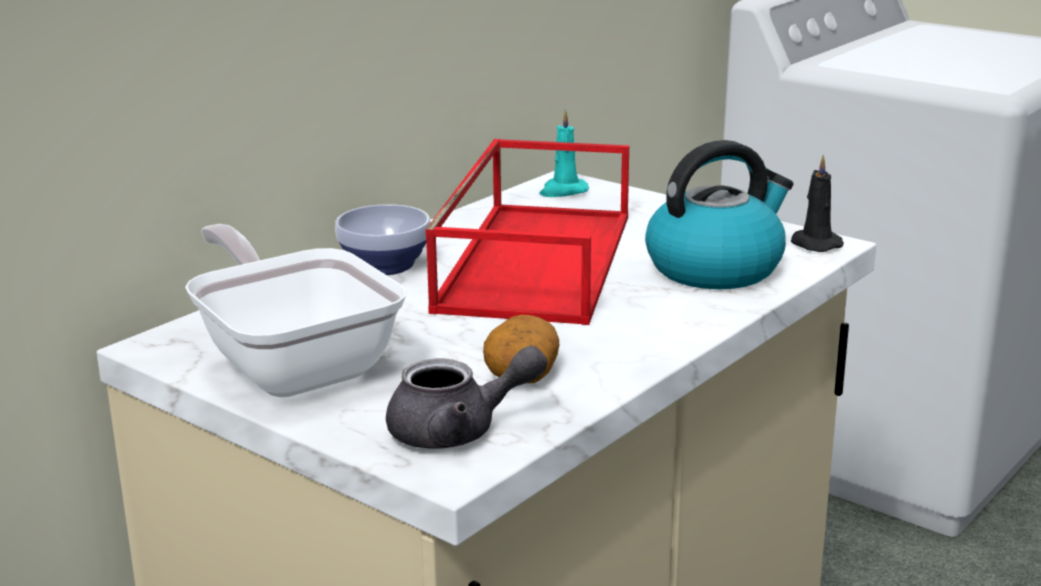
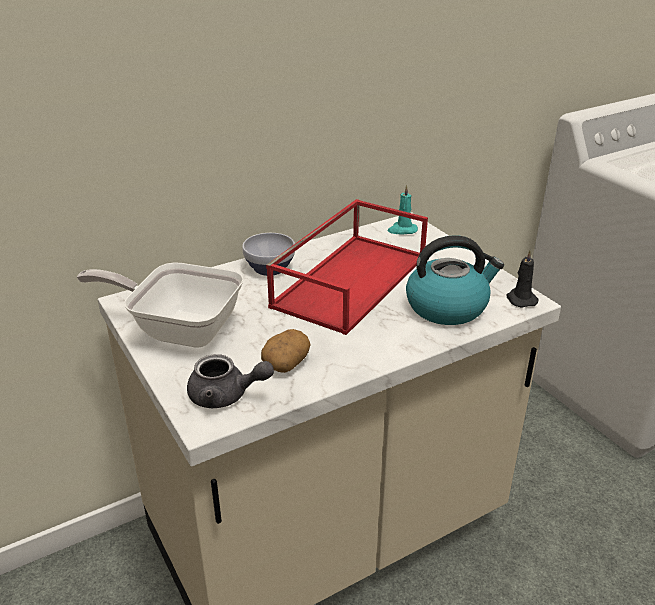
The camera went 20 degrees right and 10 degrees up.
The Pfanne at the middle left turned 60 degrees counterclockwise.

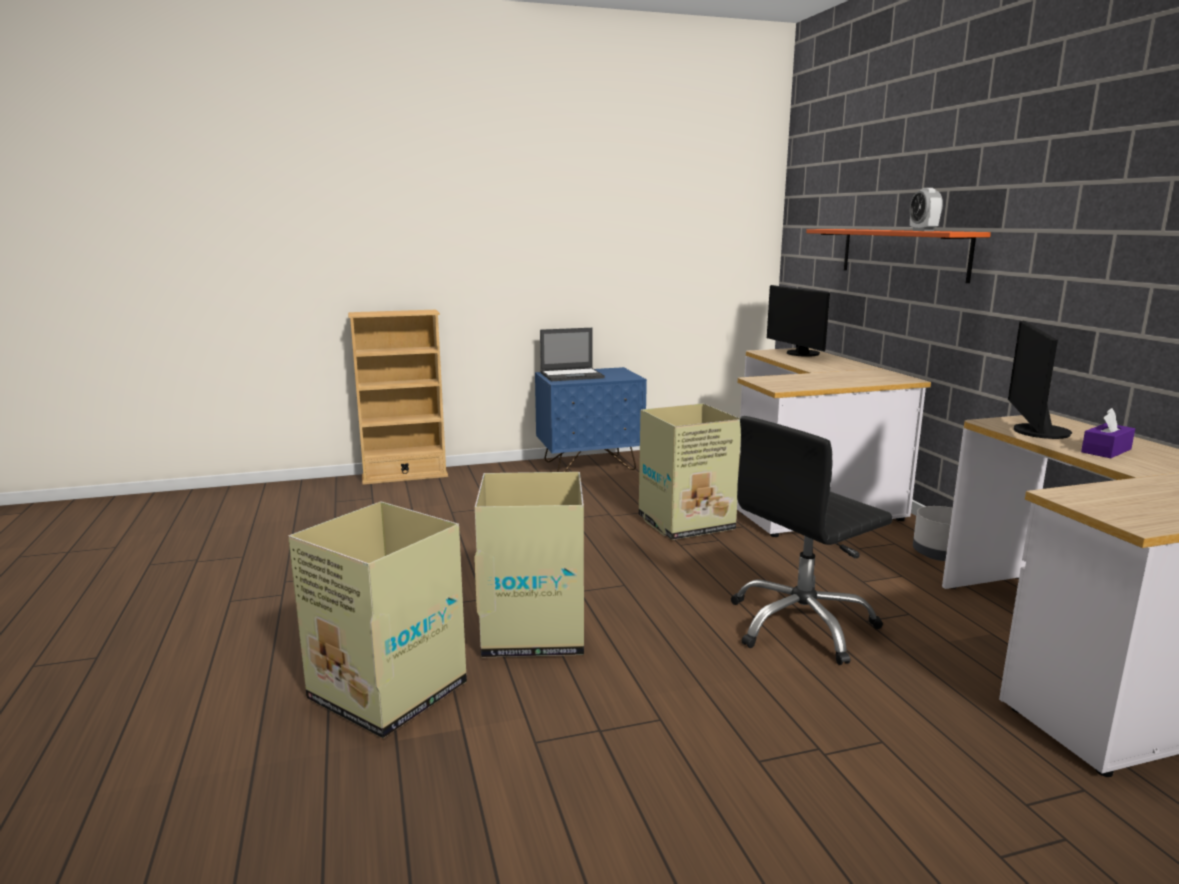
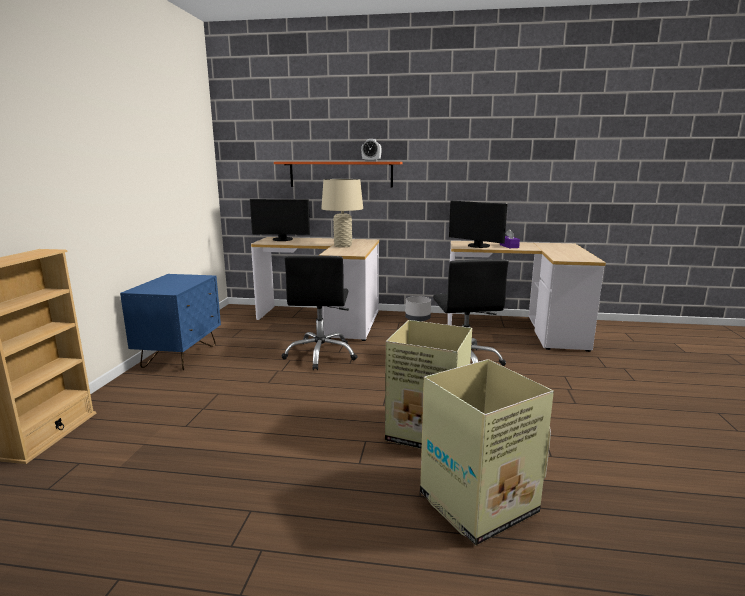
The camera went 65 degrees left and 0 degrees up.
The Laptop at the centre disappeared.
The Karton (3rd from left) at the centre was replaced by the Bürostuhl [schwarz] (1st from left) at the centre.
The Tischlampe [beige] at the centre appeared.

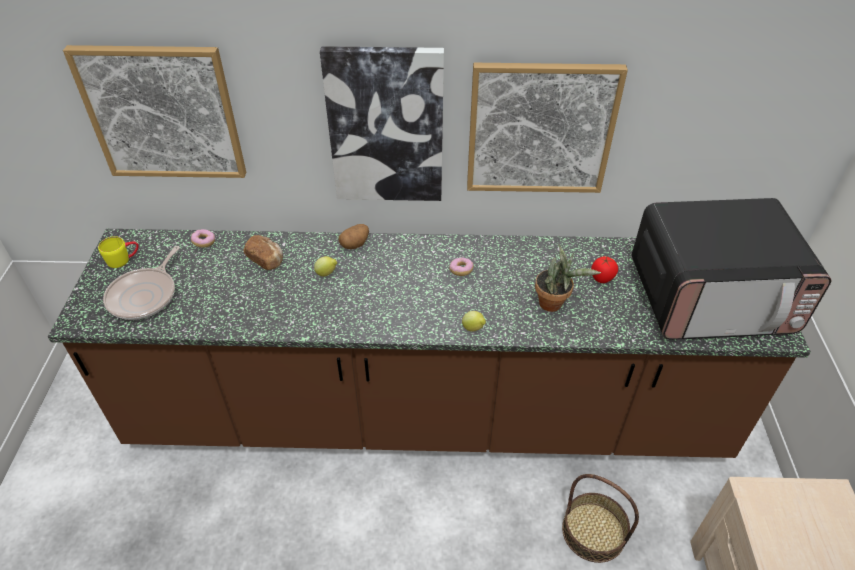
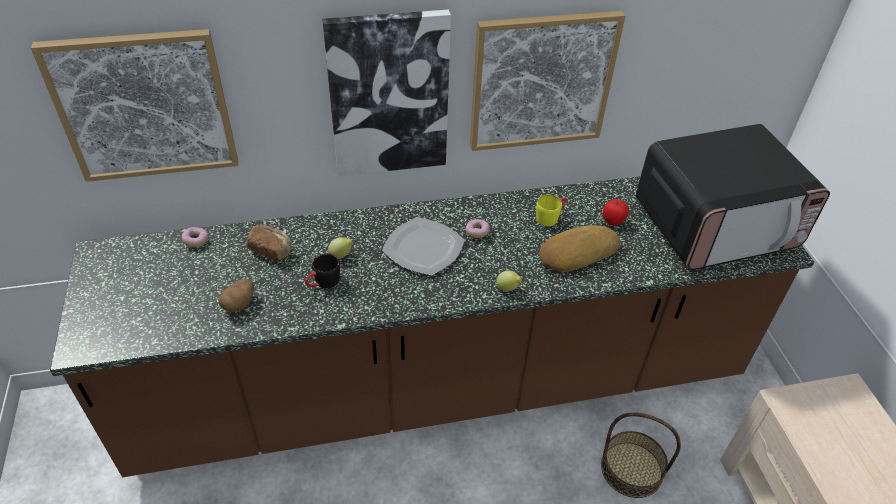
The camera went 15 degrees left and 0 degrees up.
The Kartoffel moved from the centre to the middle left.
The Henkelbecher [gelb] moved from the middle left to the centre.
The Topfpflanze at the centre was replaced by the Brot (2nd from left) at the centre.
The Pfanne at the middle left disappeared.
The Teller at the centre appeared.
The Henkelbecher [schwarz] at the centre appeared.

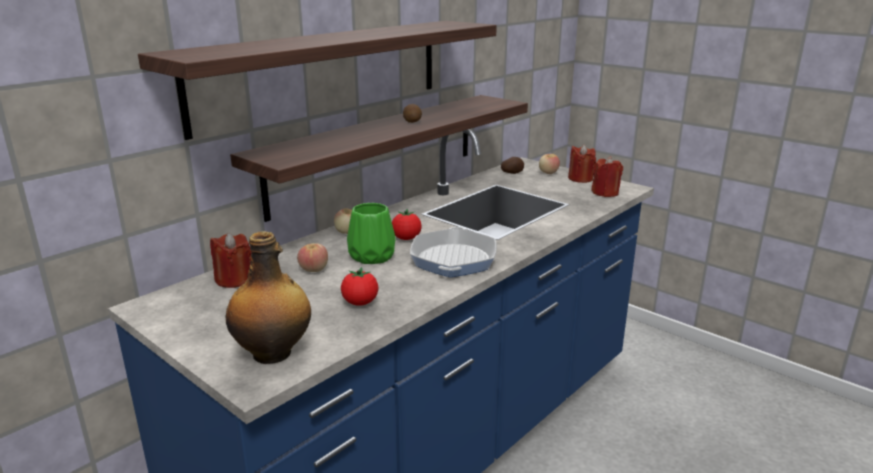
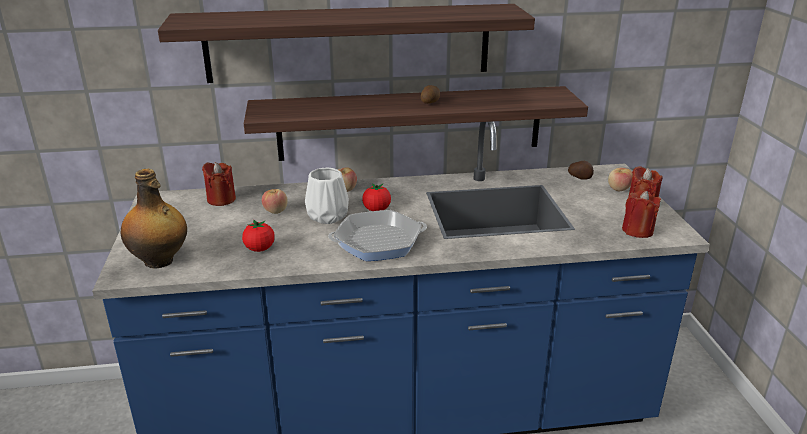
The camera went 40 degrees right and 5 degrees up.
The Vase [grün] at the centre became the Vase [weiß] at the centre.
The Pfanne at the centre turned 150 degrees counterclockwise.

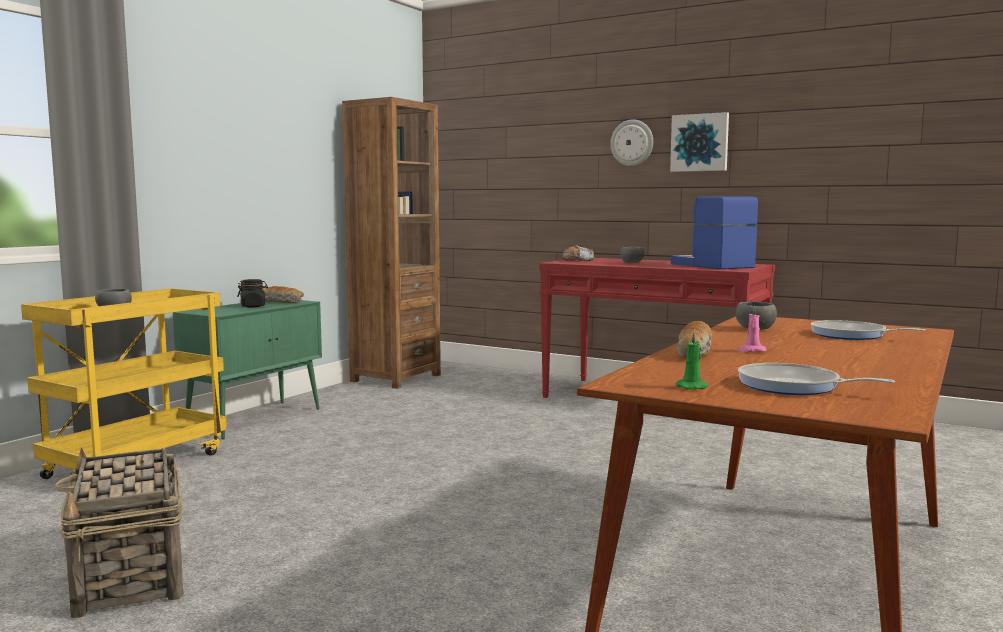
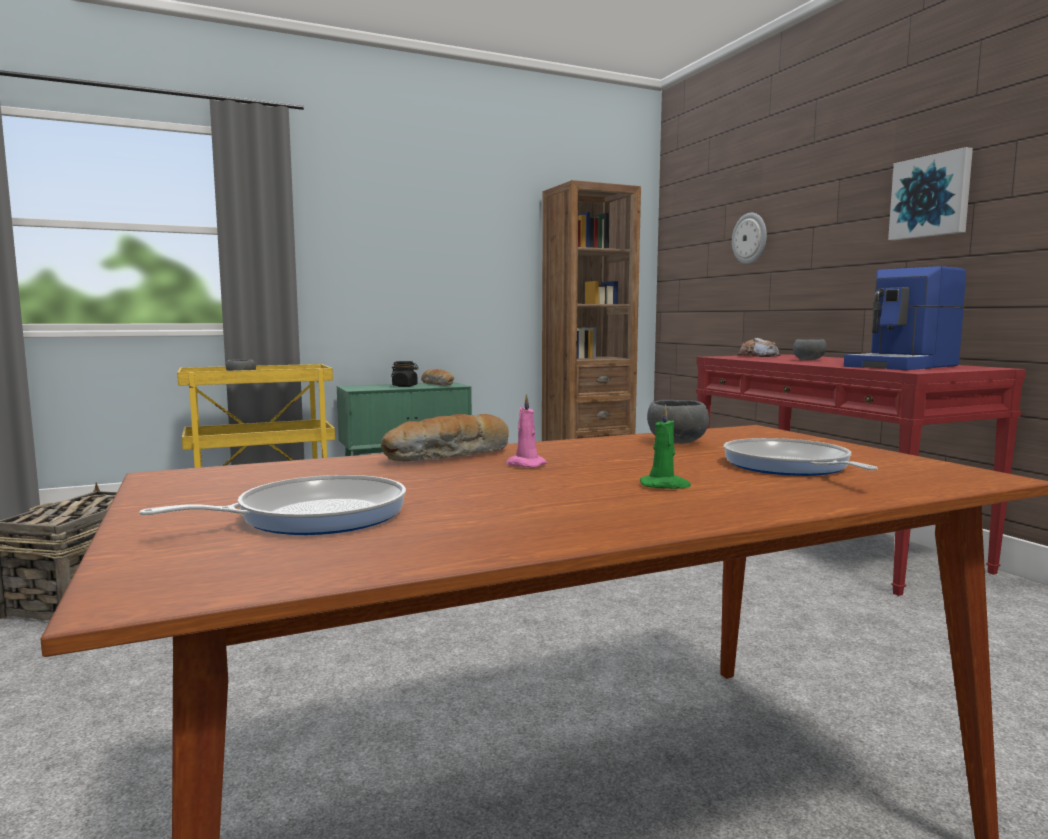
The camera went 35 degrees right and 0 degrees up.
The Wanduhr moved from the top centre to the top right.
The Kaffeemaschine at the middle right turned 135 degrees counterclockwise.
The Kerze [grün] moved from the middle right to the centre.
The Pfanne (1st from left) at the middle right turned 75 degrees clockwise.

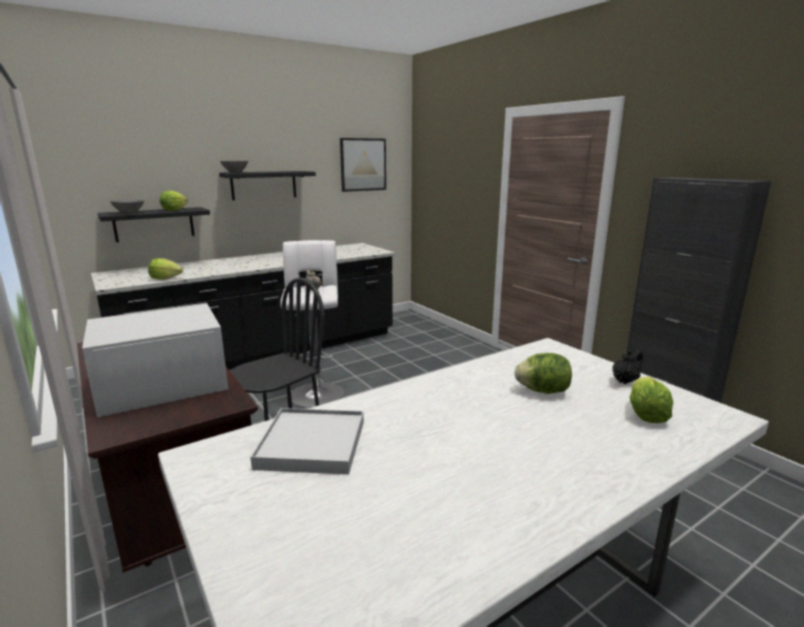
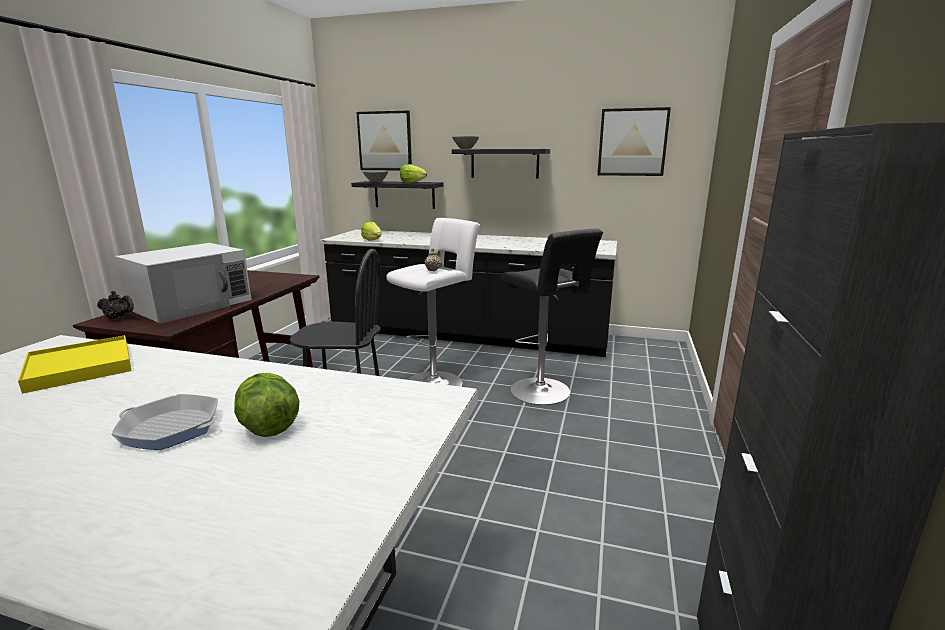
The camera went 50 degrees right and 0 degrees up.
The Mikrowelle [weiß] at the middle left turned 105 degrees clockwise.
The Teekanne [schwarz] moved from the middle right to the middle left.
The Salatkopf (4th from left) at the middle right disappeared.
The Tablett [weiß] at the bottom centre became the Tablett [gelb] at the middle left.
The Bild (1st from left) at the top centre appeared.
The Hocker [schwarz] at the centre appeared.
The Pfanne at the bottom left appeared.

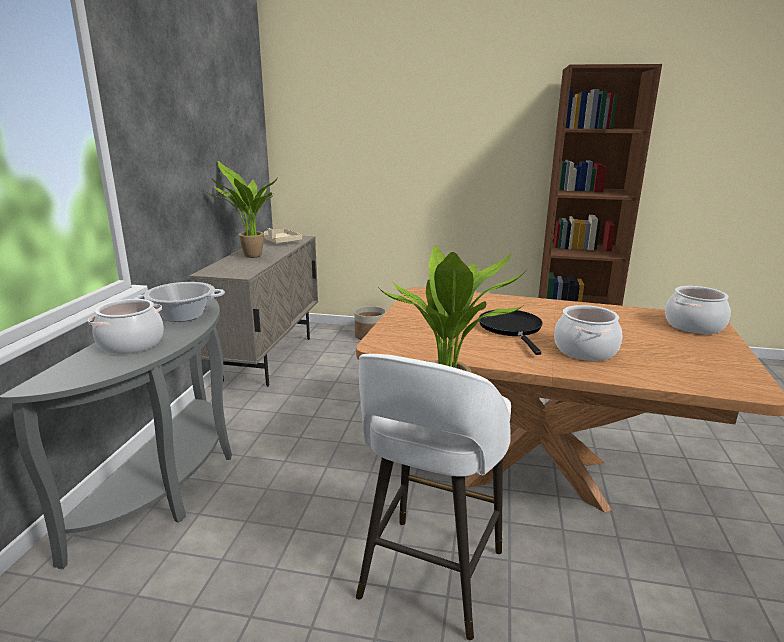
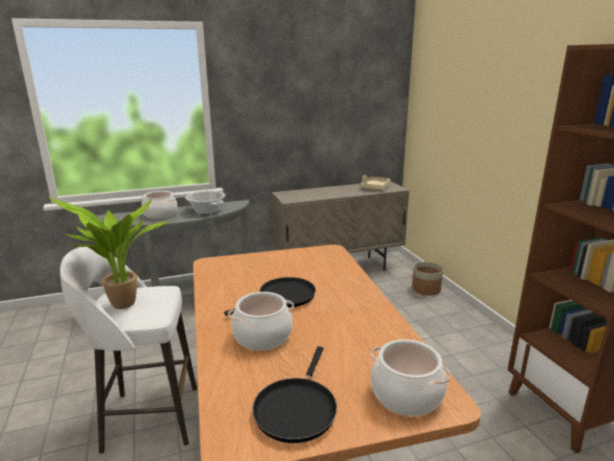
The camera went 60 degrees right and 0 degrees up.
The Topfpflanze (1st from left) at the top left disappeared.
The Pfanne [schwarz] (2nd from left) at the bottom centre appeared.

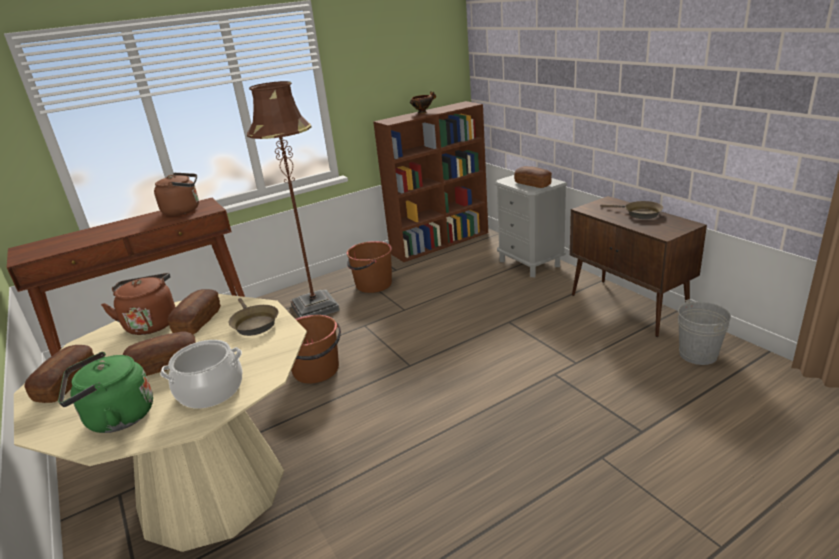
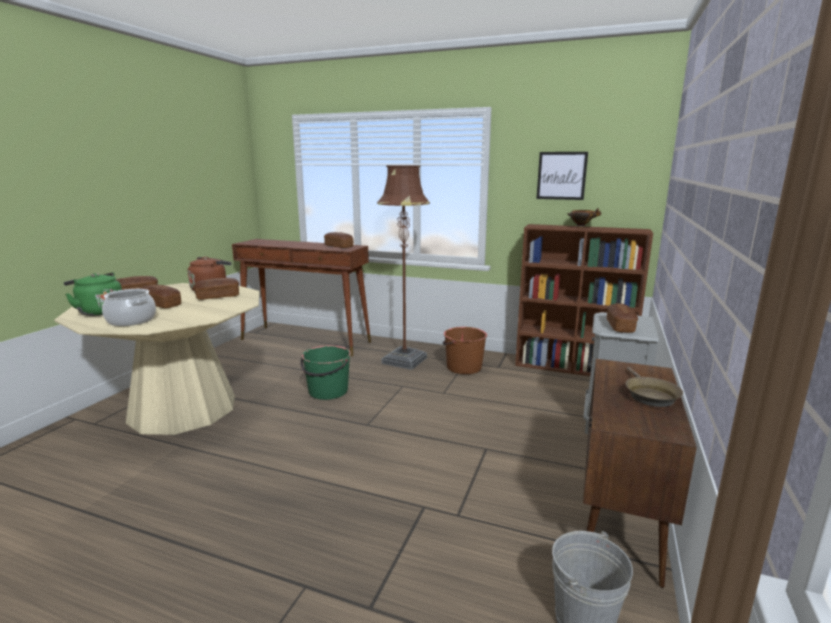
The camera went 50 degrees right and 10 degrees down.
The Wasserkessel [braun] (2nd from left) at the middle left was replaced by the Brot (4th from left) at the centre.
The Pfanne [braun] (1st from left) at the middle left disappeared.
The Eimer [braun] (1st from left) at the centre became the Eimer [grün] at the centre.
The Bild at the top right appeared.

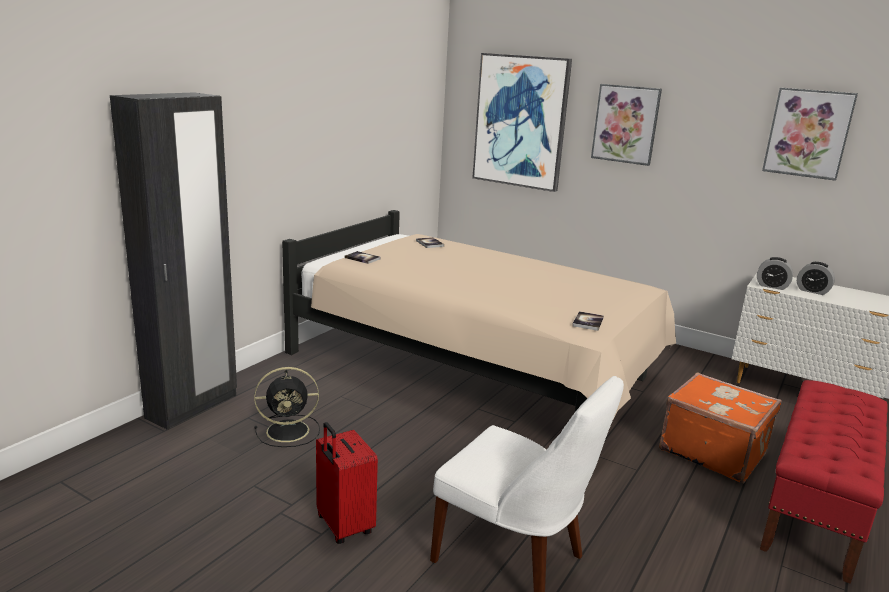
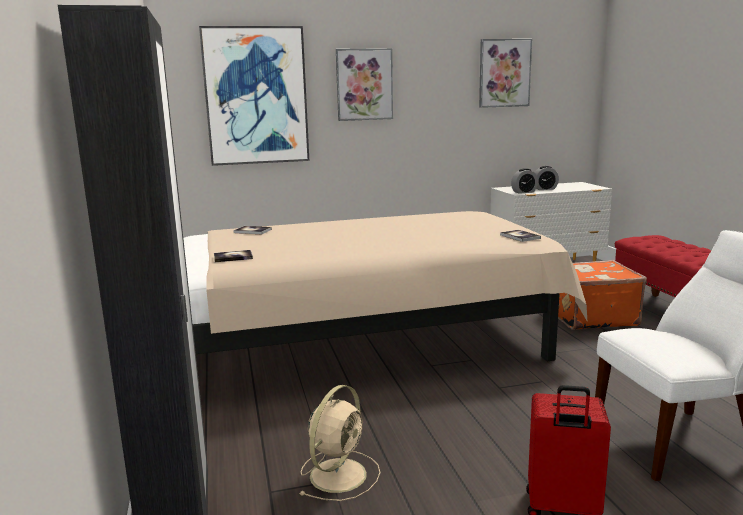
The camera went 45 degrees left and 5 degrees down.
The Ventilator [schwarz] at the bottom left became the Ventilator [beige] at the bottom centre.

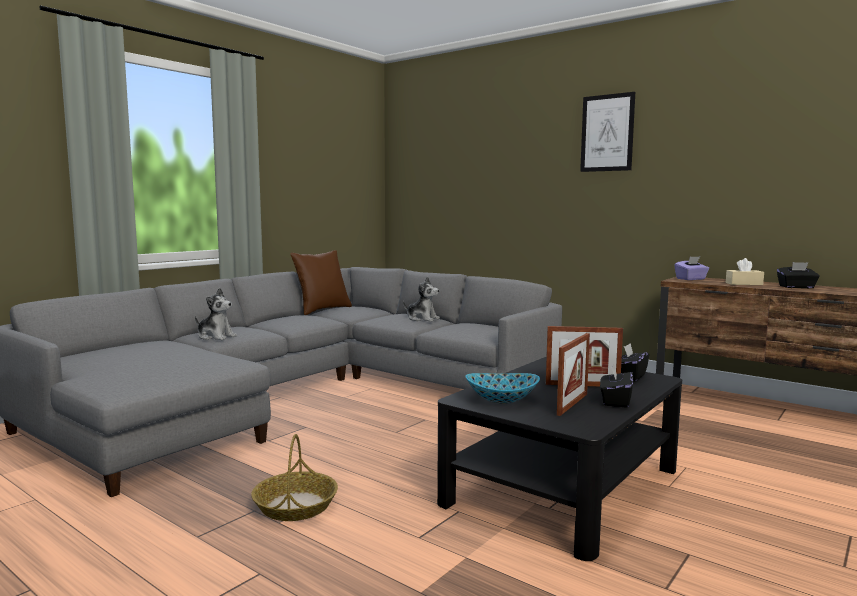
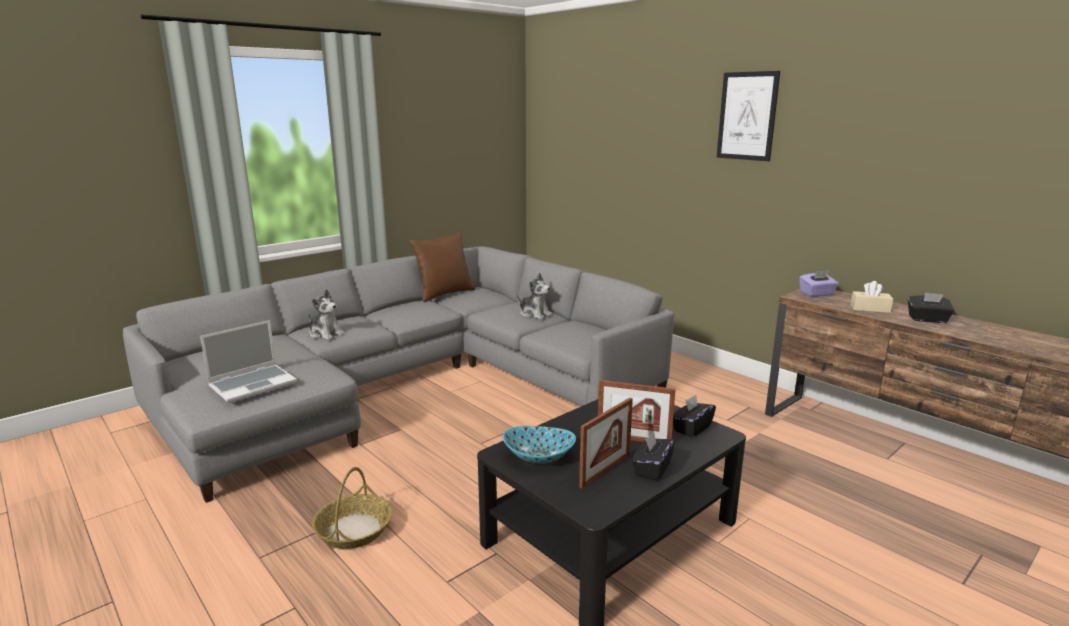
The camera went 10 degrees right and 10 degrees up.
The Laptop at the middle left appeared.

